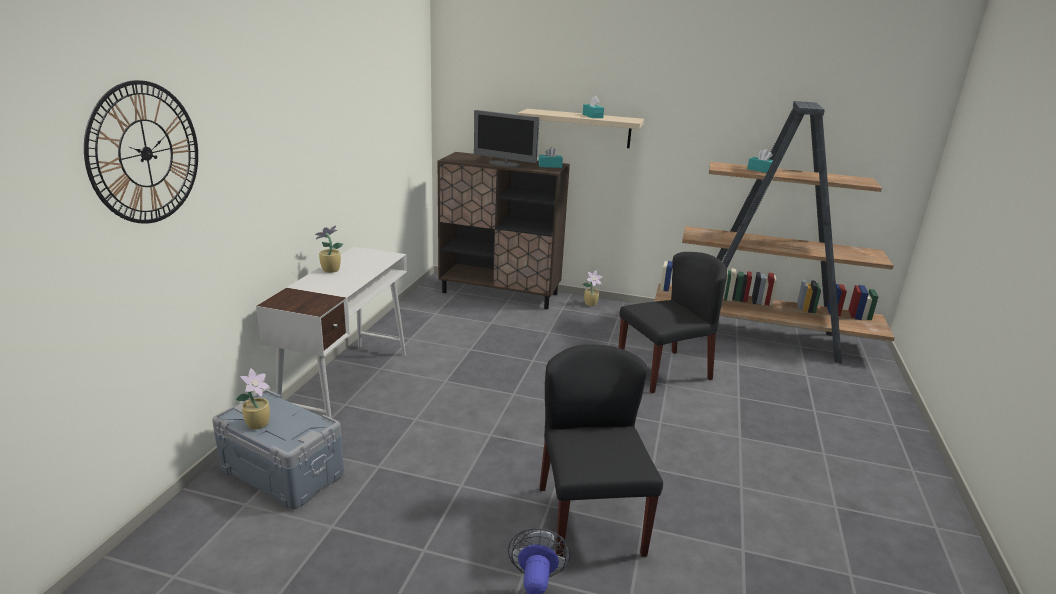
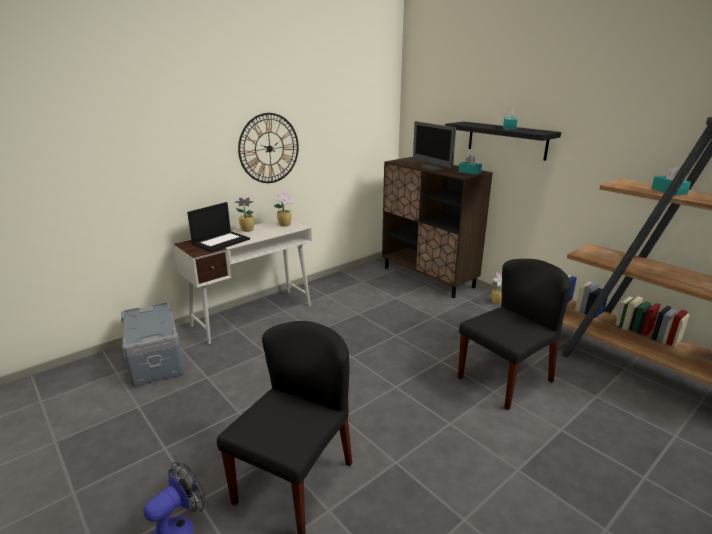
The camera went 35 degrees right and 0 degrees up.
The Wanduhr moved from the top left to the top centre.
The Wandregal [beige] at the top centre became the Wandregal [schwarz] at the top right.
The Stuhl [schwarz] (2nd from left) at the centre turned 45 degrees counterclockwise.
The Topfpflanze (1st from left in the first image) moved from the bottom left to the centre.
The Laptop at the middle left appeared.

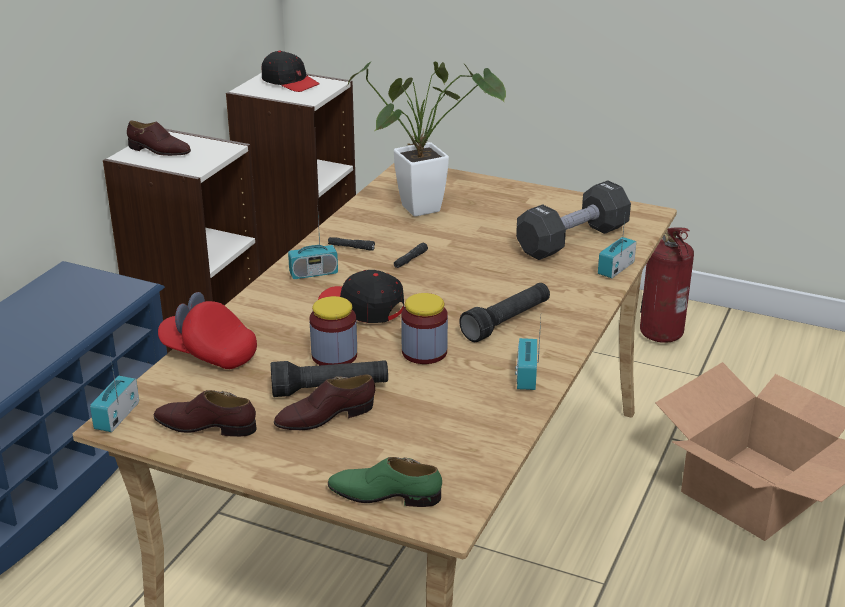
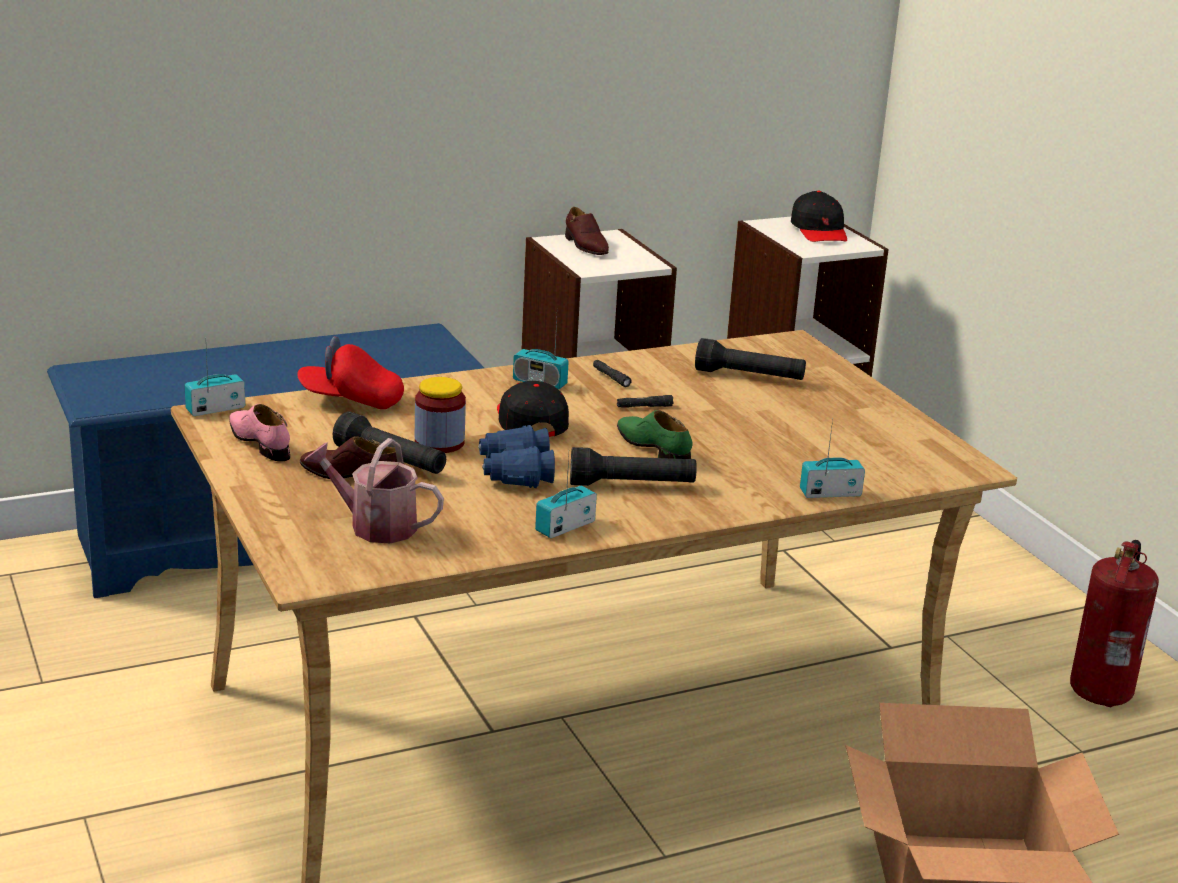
The camera went 40 degrees right and 5 degrees down.
The Topfpflanze at the top centre was replaced by the Taschenlampe [schwarz] (5th from left) at the centre.
The Hantel [schwarz] at the middle right disappeared.
The Kappe [rot] at the middle left turned 60 degrees counterclockwise.
The Vorratsglas (2nd from left) at the centre was replaced by the Fernglas [blau] at the centre.
The Schuh [braun] (2nd from left) at the bottom left became the Schuh [rosa] at the middle left.
The Schuh [grün] moved from the bottom centre to the centre.
The Gießkanne at the middle left appeared.

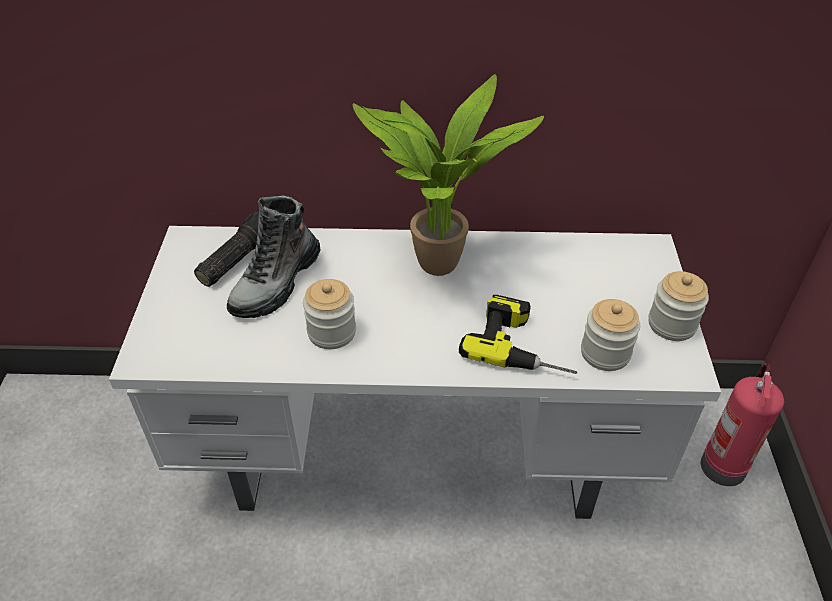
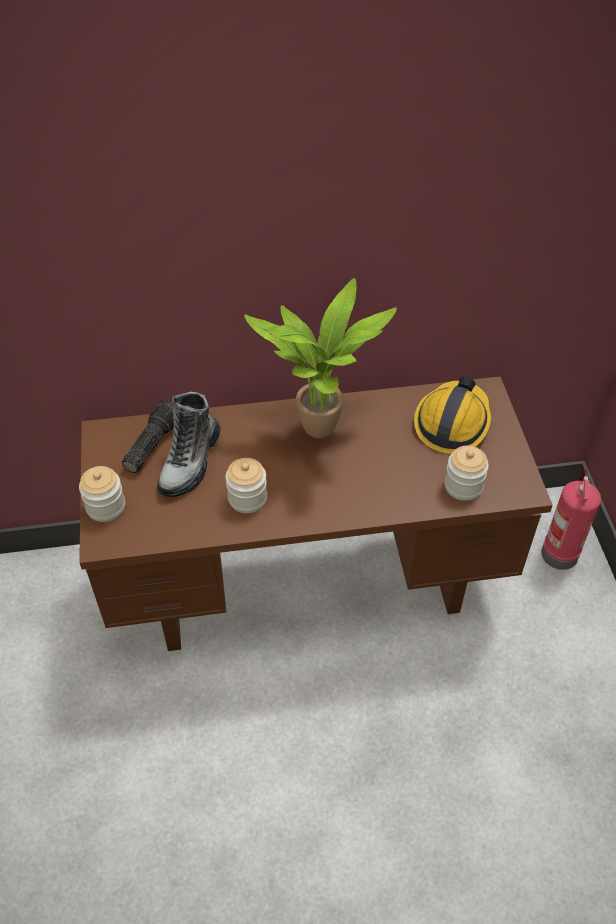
The camera went 10 degrees left and 5 degrees up.
The Schreibtisch [weiß] at the centre became the Schreibtisch [braun] at the centre.
The Vorratsglas (3rd from left in the first image) moved from the middle right to the middle left.
The Bohrmaschine at the centre disappeared.
The Schutzhelm at the middle right appeared.

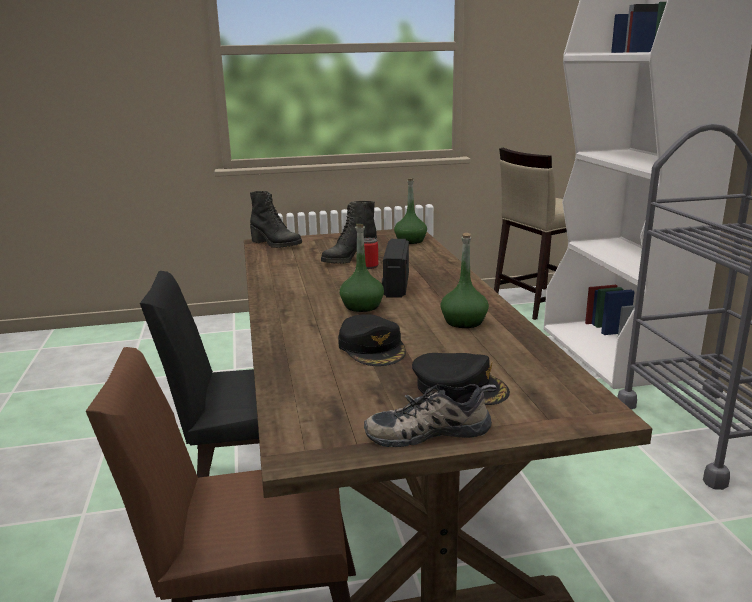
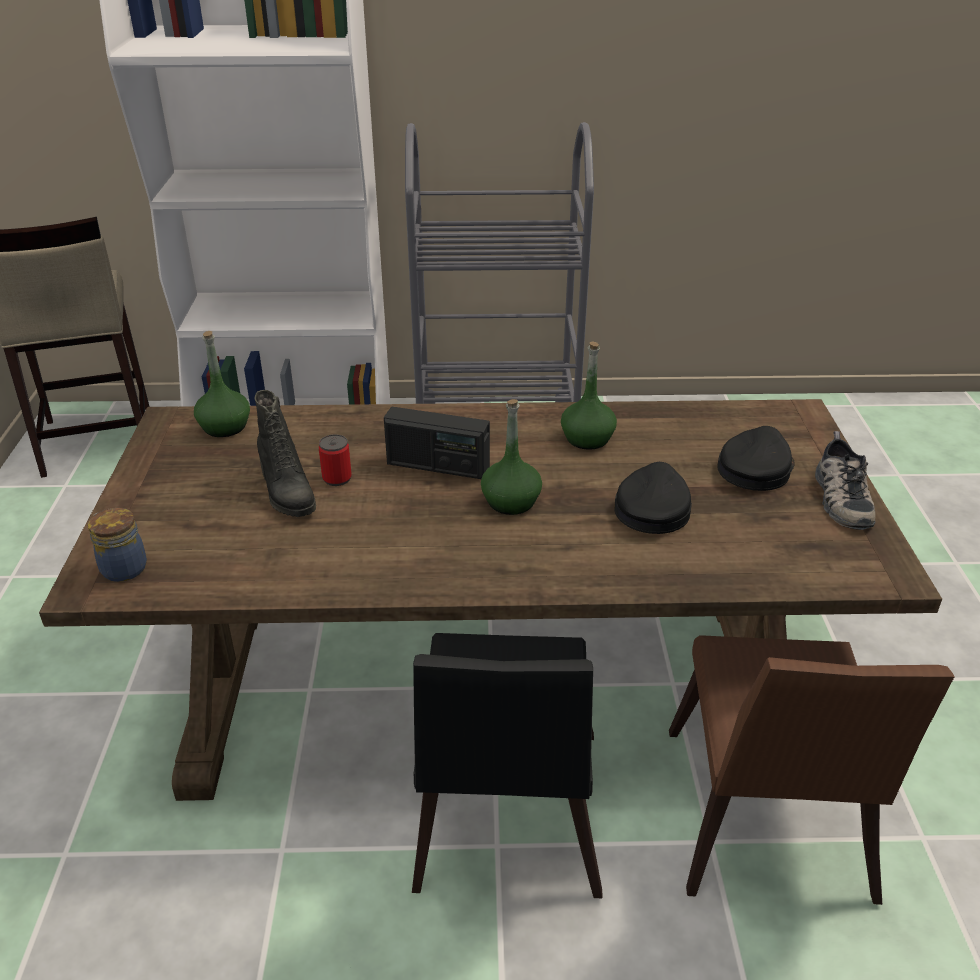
The camera went 80 degrees left and 15 degrees up.
The Stiefel [schwarz] (1st from left) at the centre was replaced by the Vorratsglas at the middle left.
The Kappe [schwarz] (1st from left) at the centre turned 60 degrees counterclockwise.

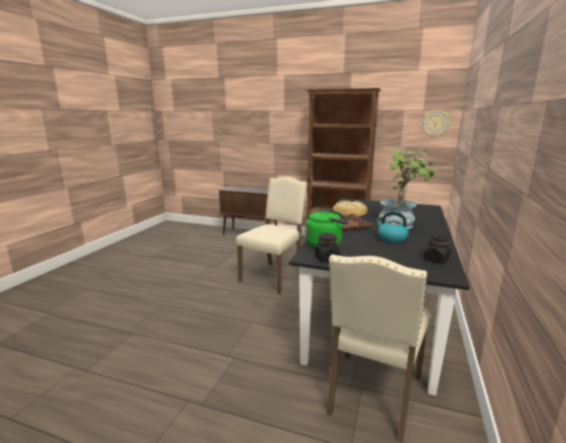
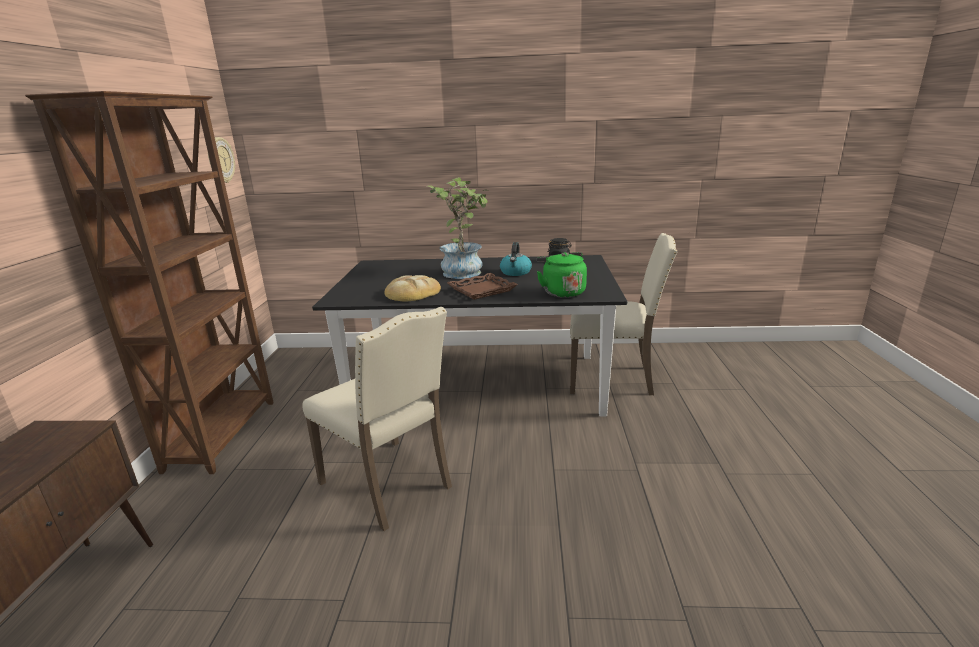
The camera went 105 degrees left and 5 degrees up.
The Stuhl [beige] (1st from left) at the centre turned 150 degrees counterclockwise.
The Vorratsglas [schwarz] (1st from left) at the centre disappeared.

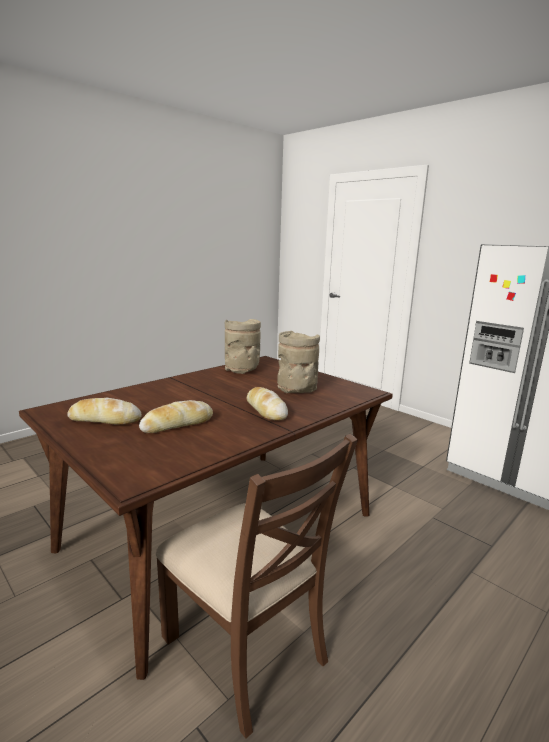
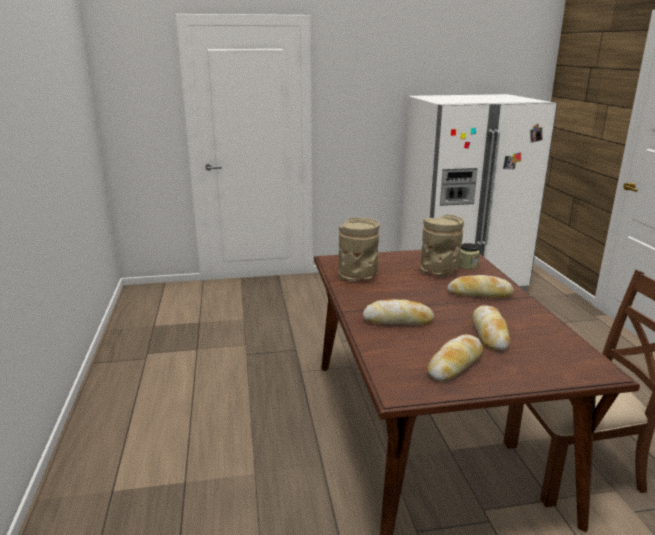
The camera went 55 degrees left and 5 degrees up.
The Vorratsglas at the middle right appeared.
The Brot (1st from left) at the centre appeared.

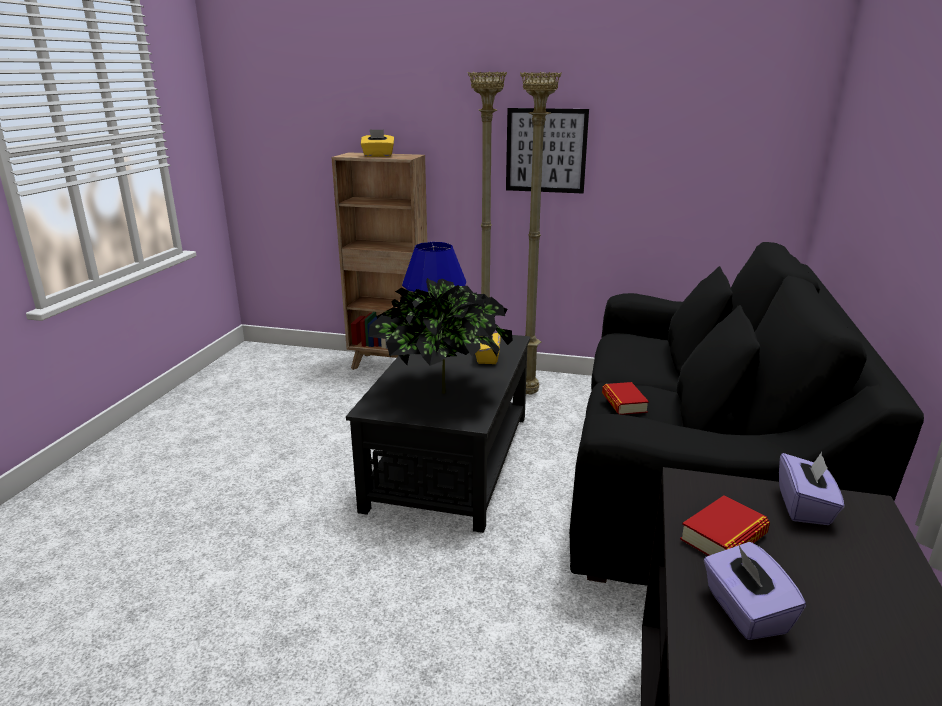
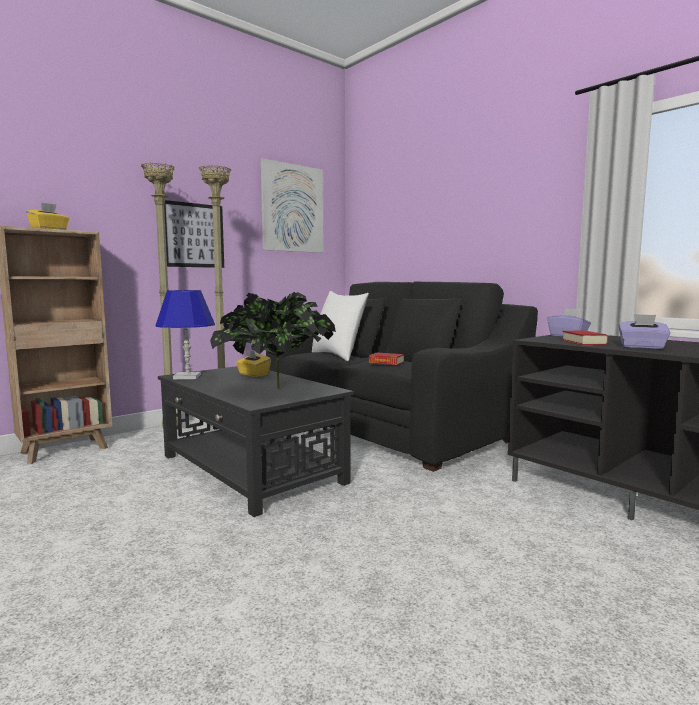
The camera went 55 degrees left and 15 degrees down.
The Bild (2nd from left) at the top centre appeared.
The Kissen [weiß] at the centre appeared.

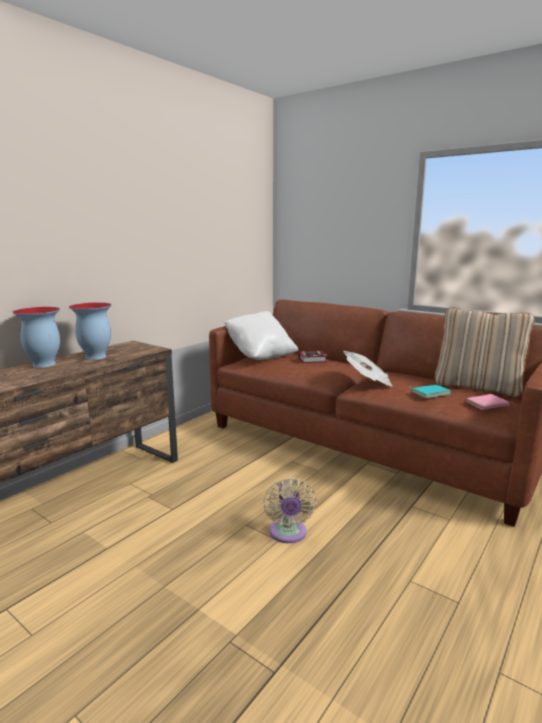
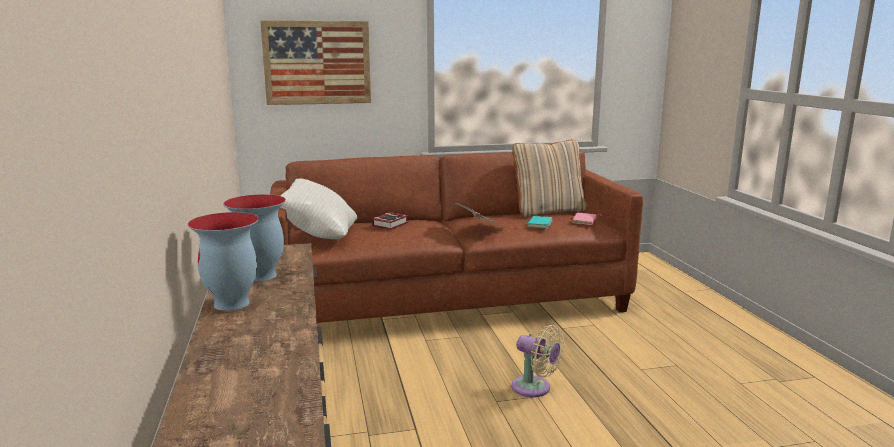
The camera went 50 degrees left and 0 degrees up.
The Bild at the top centre appeared.

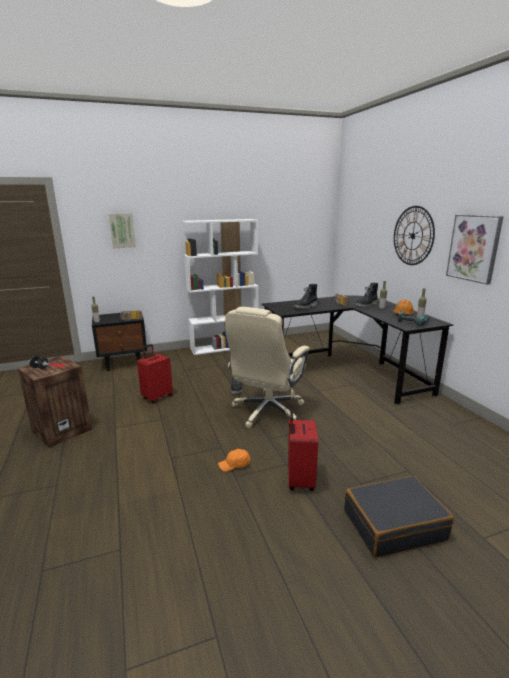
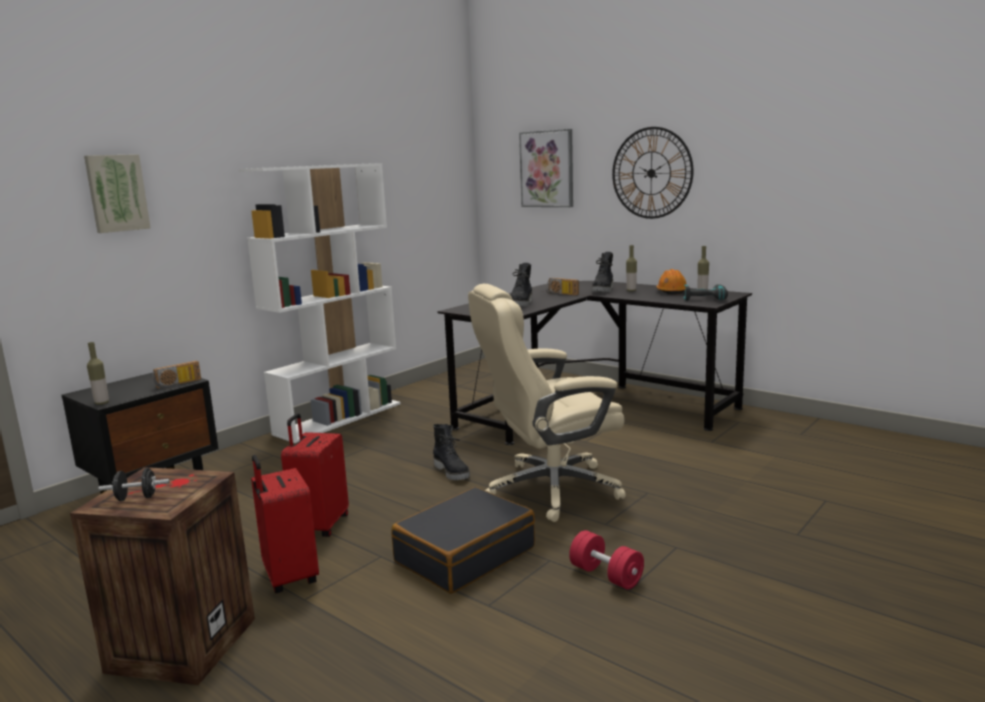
The camera went 30 degrees left and 5 degrees down.
The Bild (2nd from left) moved from the middle right to the top centre.
The Bürostuhl [beige] at the centre turned 75 degrees clockwise.
The Koffer [rot] (2nd from left in the first image) moved from the centre to the bottom left.
The Kappe [orange] at the bottom centre was replaced by the Hantel [rot] at the bottom centre.
The Koffer [schwarz] moved from the bottom right to the bottom centre.

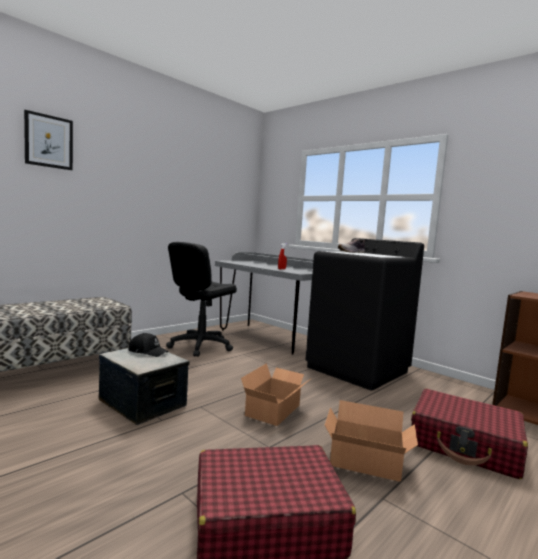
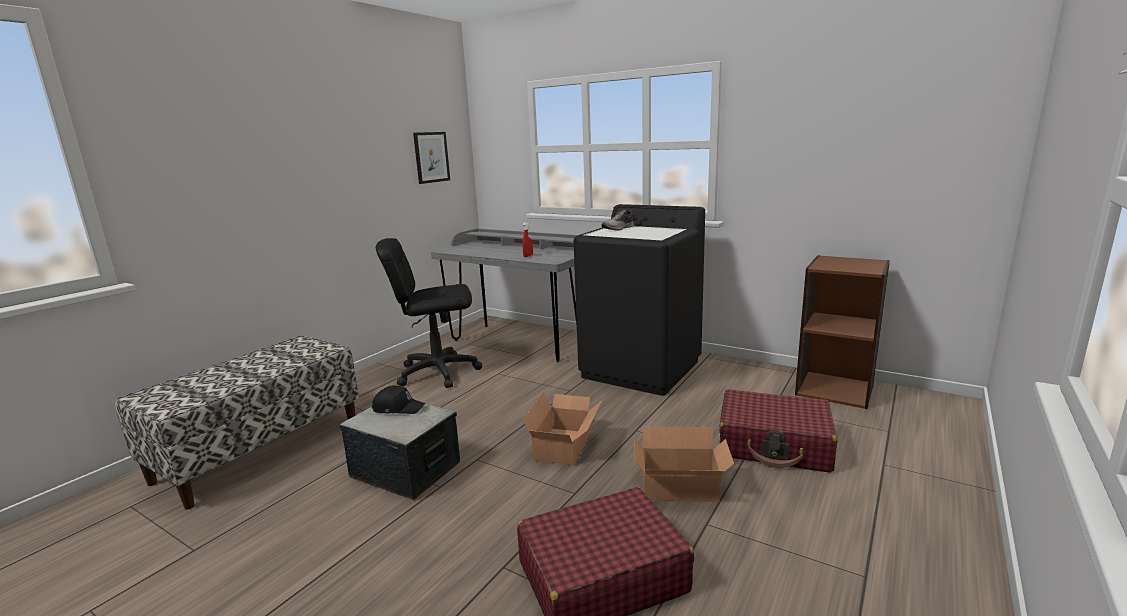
The camera went 10 degrees left and 10 degrees up.
The Bild moved from the top left to the top centre.
The Bürostuhl [schwarz] at the centre turned 60 degrees clockwise.

